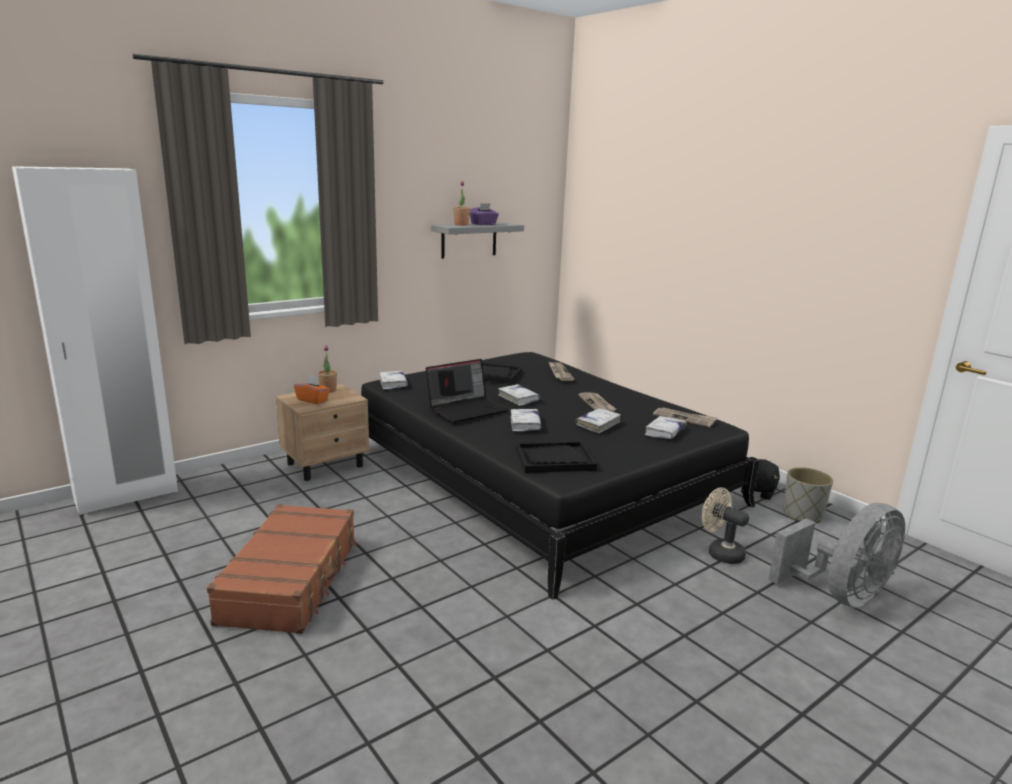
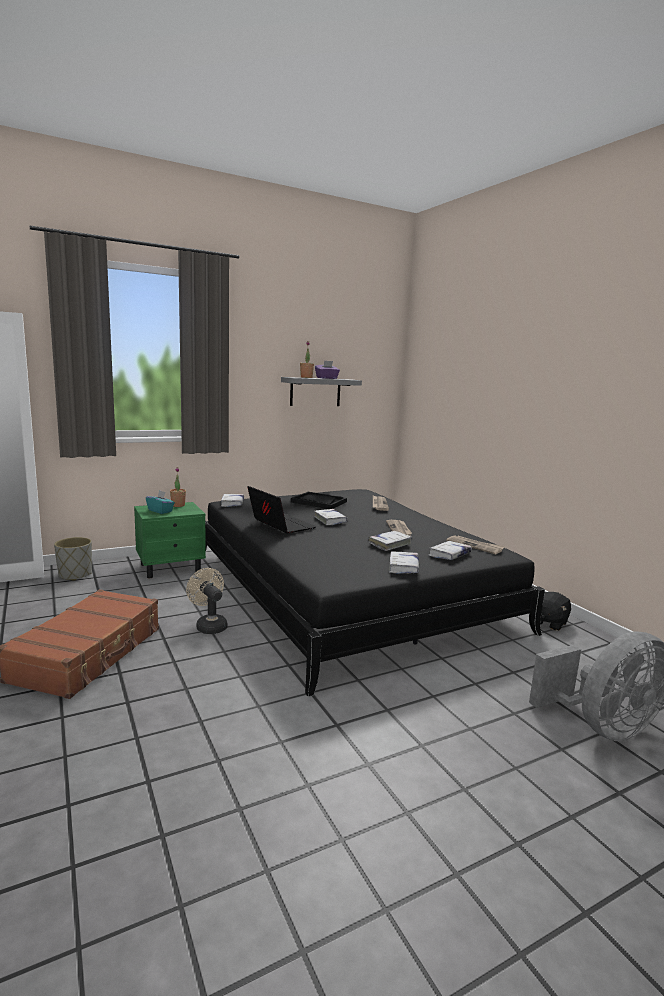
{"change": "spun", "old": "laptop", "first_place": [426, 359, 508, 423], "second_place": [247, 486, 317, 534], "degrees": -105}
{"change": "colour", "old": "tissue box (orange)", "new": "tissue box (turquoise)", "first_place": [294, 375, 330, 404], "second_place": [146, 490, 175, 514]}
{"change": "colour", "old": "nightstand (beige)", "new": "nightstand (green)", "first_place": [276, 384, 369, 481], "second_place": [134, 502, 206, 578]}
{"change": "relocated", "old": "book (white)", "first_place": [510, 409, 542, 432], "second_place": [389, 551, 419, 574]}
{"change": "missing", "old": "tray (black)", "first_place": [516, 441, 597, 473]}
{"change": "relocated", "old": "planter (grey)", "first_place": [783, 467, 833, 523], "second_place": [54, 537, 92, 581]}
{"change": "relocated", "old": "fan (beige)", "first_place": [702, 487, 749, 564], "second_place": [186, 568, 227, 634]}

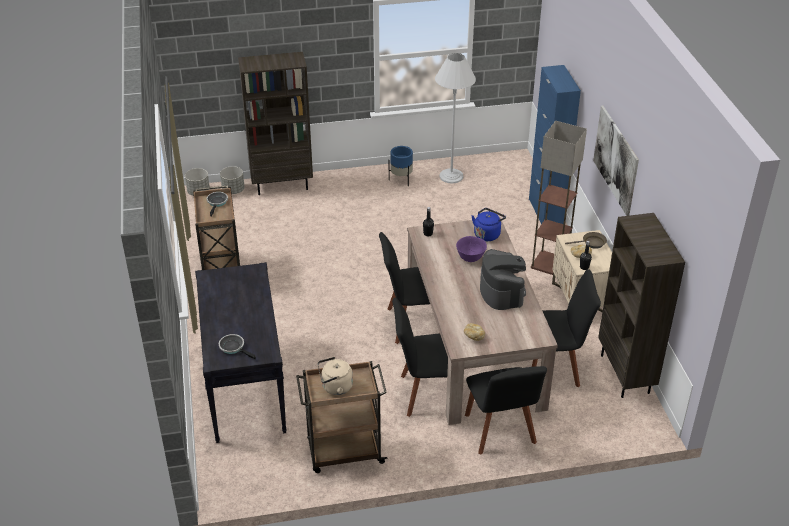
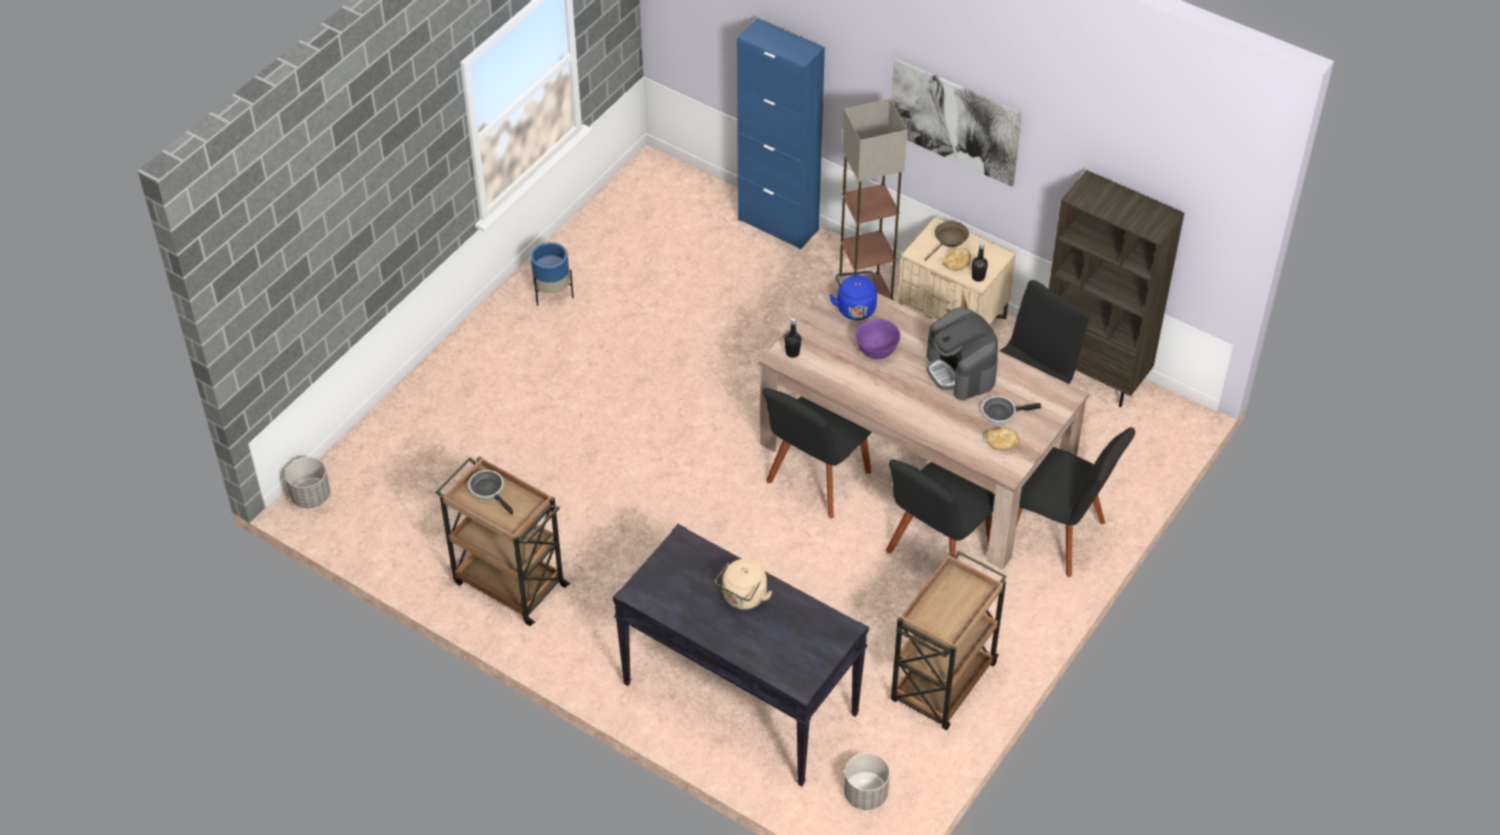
{"change": "missing", "old": "bookcase (brown)", "first_place": [238, 52, 313, 195]}
{"change": "missing", "old": "floor lamp (white)", "first_place": [435, 53, 476, 184]}
{"change": "relocated", "old": "planter (grey)", "first_place": [220, 166, 245, 194], "second_place": [844, 753, 890, 810]}
{"change": "spun", "old": "coffee machine", "first_place": [480, 249, 526, 310], "second_place": [926, 307, 998, 400], "degrees": -150}
{"change": "relocated", "old": "frying pan", "first_place": [219, 334, 256, 360], "second_place": [981, 396, 1041, 424]}
{"change": "relocated", "old": "kettle (beige)", "first_place": [317, 357, 353, 395], "second_place": [715, 559, 772, 609]}

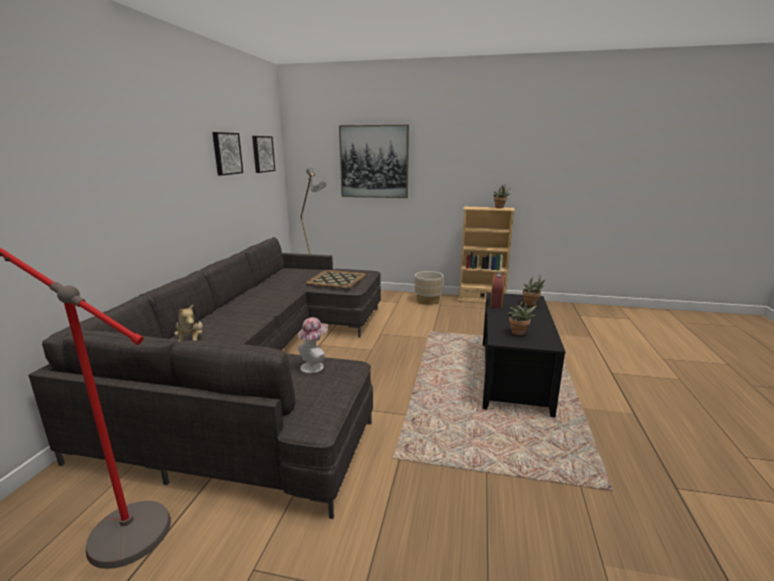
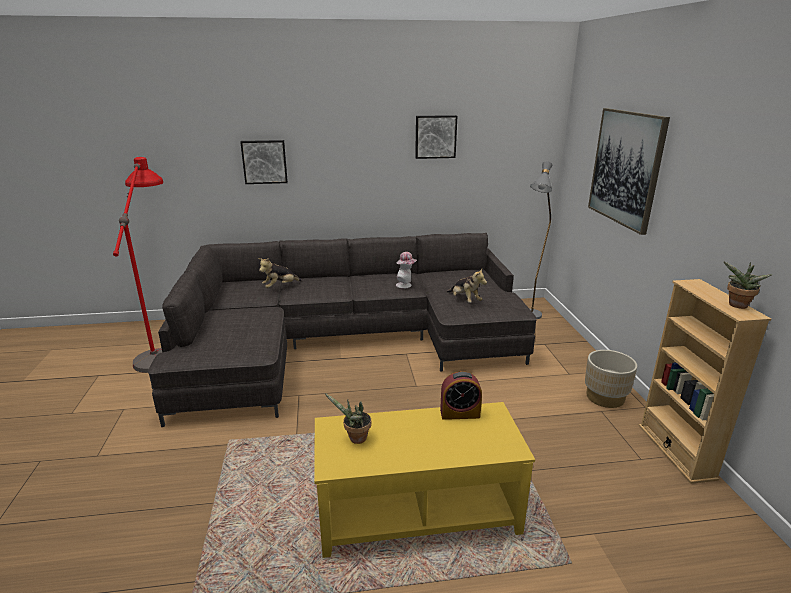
{"change": "relocated", "old": "picture", "first_place": [252, 136, 275, 173], "second_place": [240, 140, 288, 184]}
{"change": "exchanged", "old": "tray", "new": "plush toy", "first_place": [305, 270, 366, 289], "second_place": [447, 269, 487, 303]}
{"change": "missing", "old": "potted plant", "first_place": [523, 275, 545, 306]}
{"change": "colour", "old": "coffee table (black)", "new": "coffee table (yellow)", "first_place": [482, 292, 565, 417], "second_place": [314, 402, 535, 558]}
{"change": "relocated", "old": "hat", "first_place": [298, 317, 328, 374], "second_place": [396, 252, 417, 289]}

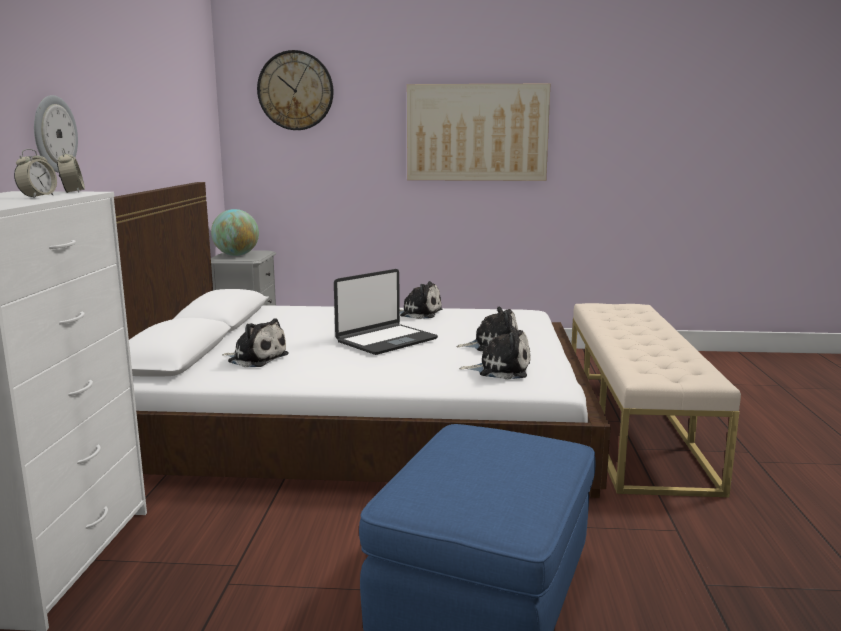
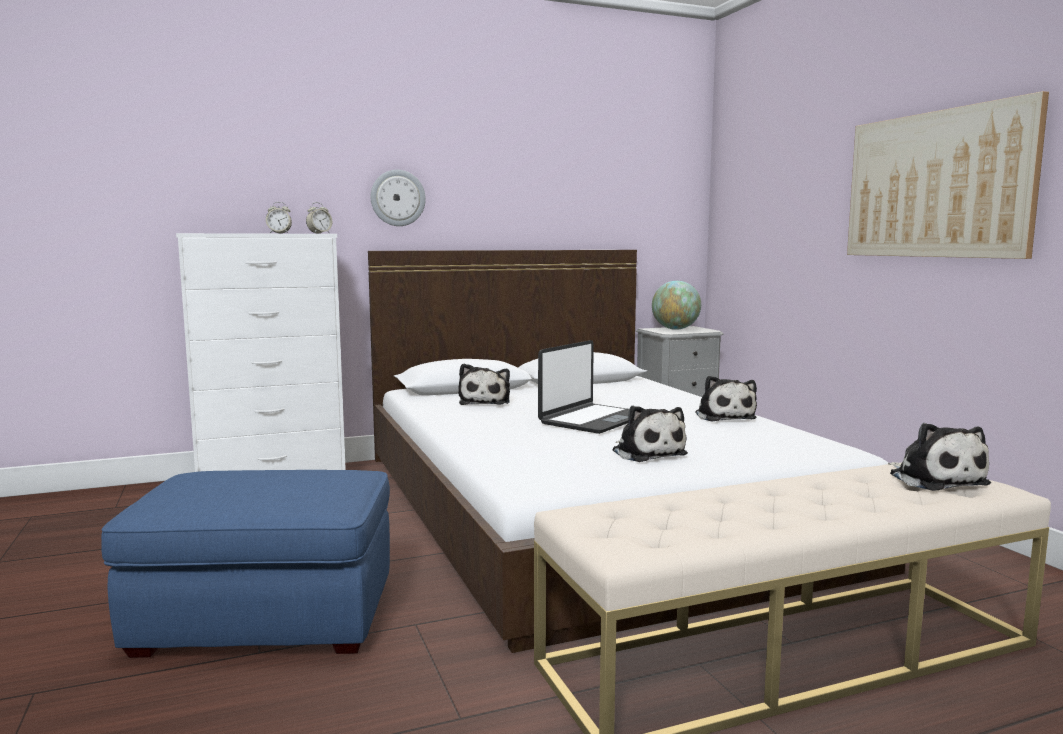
{"change": "missing", "old": "wall clock", "first_place": [257, 50, 334, 130]}
{"change": "spun", "old": "laptop", "first_place": [334, 269, 438, 355], "second_place": [538, 340, 629, 434], "degrees": -75}
{"change": "relocated", "old": "plush toy", "first_place": [459, 326, 531, 380], "second_place": [888, 423, 991, 491]}

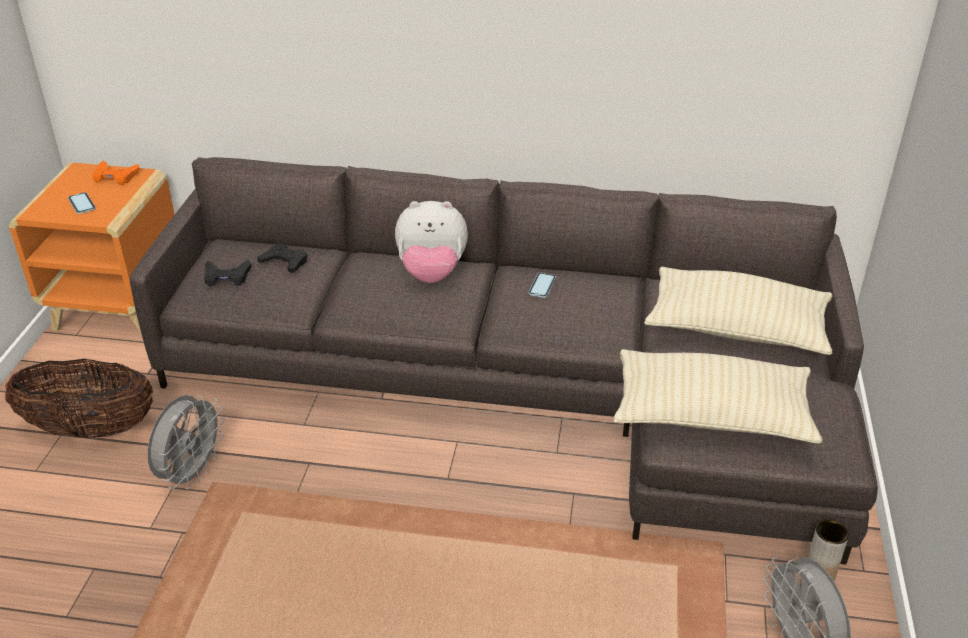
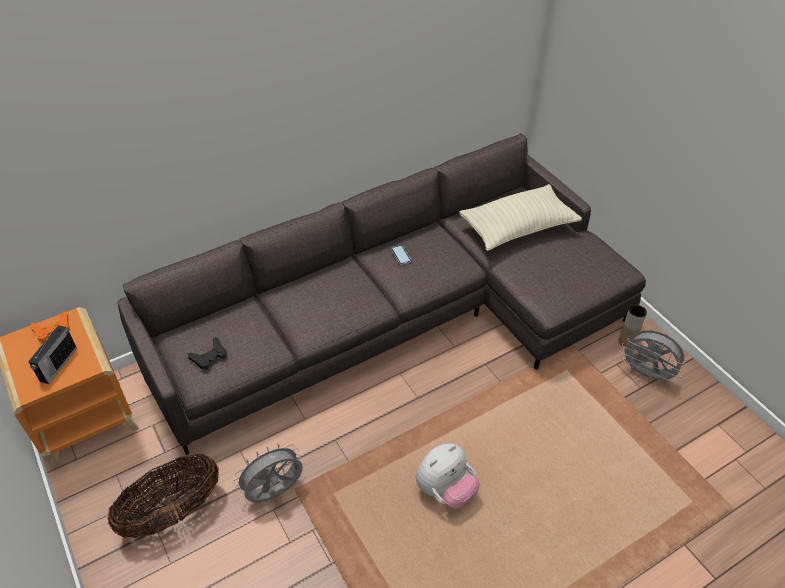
{"change": "exchanged", "old": "phone", "new": "radio", "first_place": [68, 192, 96, 214], "second_place": [28, 325, 77, 384]}
{"change": "relocated", "old": "plush toy", "first_place": [395, 201, 468, 283], "second_place": [416, 443, 480, 509]}
{"change": "missing", "old": "game controller (black)", "first_place": [257, 244, 307, 273]}
{"change": "missing", "old": "pillow (beige)", "first_place": [613, 349, 823, 444]}
{"change": "spun", "old": "fan (grey)", "first_place": [147, 395, 225, 489], "second_place": [233, 443, 303, 502], "degrees": -105}

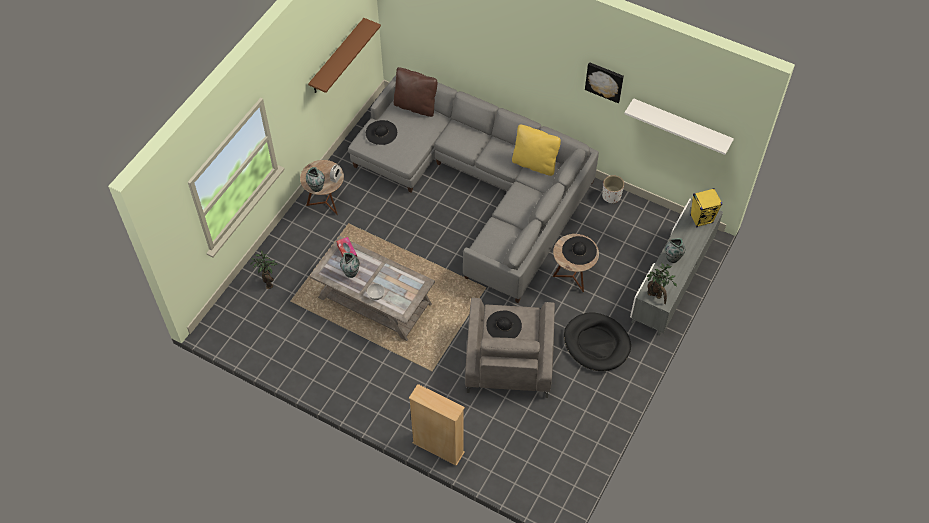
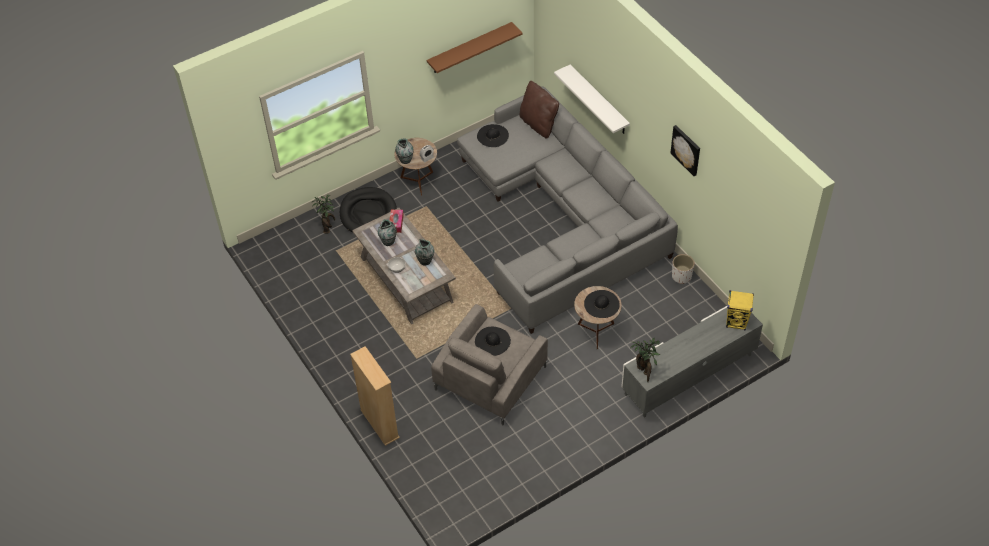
{"change": "relocated", "old": "shelf (white)", "first_place": [624, 98, 734, 155], "second_place": [554, 64, 630, 134]}
{"change": "missing", "old": "pillow (yellow)", "first_place": [512, 124, 561, 176]}
{"change": "relocated", "old": "vase", "first_place": [665, 238, 685, 263], "second_place": [415, 239, 434, 265]}
{"change": "relocated", "old": "dog bed (black)", "first_place": [564, 313, 631, 371], "second_place": [340, 187, 397, 233]}

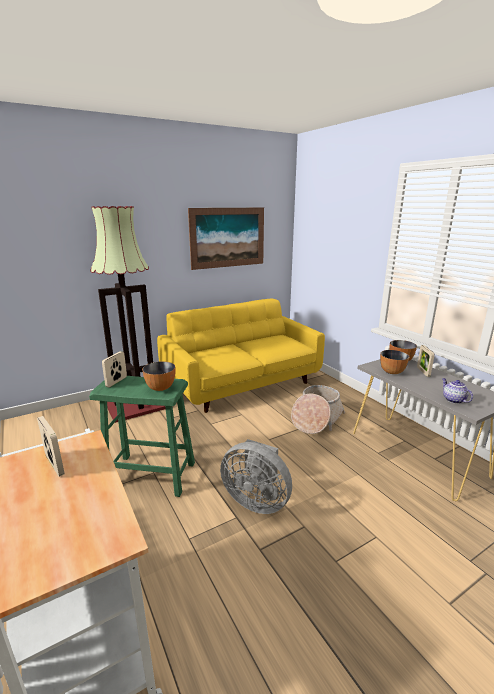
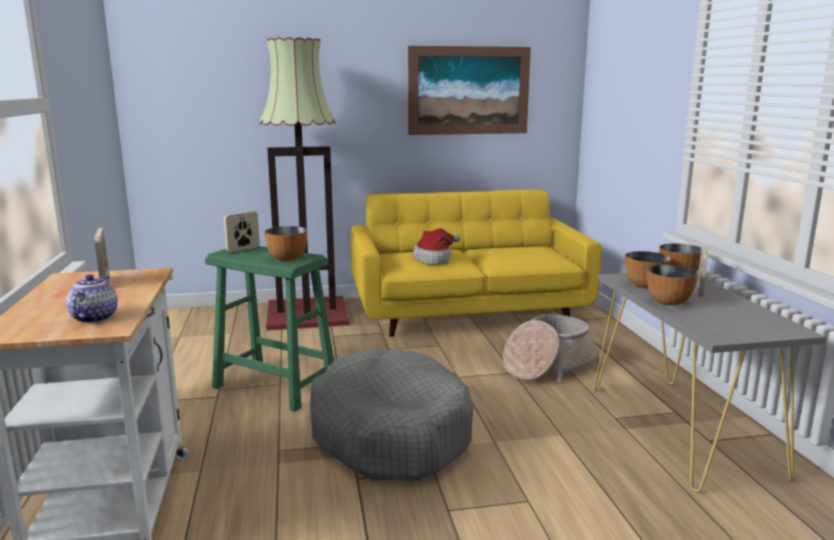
{"change": "relocated", "old": "teapot", "first_place": [442, 378, 473, 404], "second_place": [66, 275, 118, 323]}
{"change": "exchanged", "old": "fan (grey)", "new": "dog bed (grey)", "first_place": [220, 439, 292, 514], "second_place": [310, 348, 473, 481]}
{"change": "appeared", "new": "hat", "second_place": [413, 228, 460, 265]}
{"change": "appeared", "new": "bowl", "second_place": [647, 265, 698, 306]}

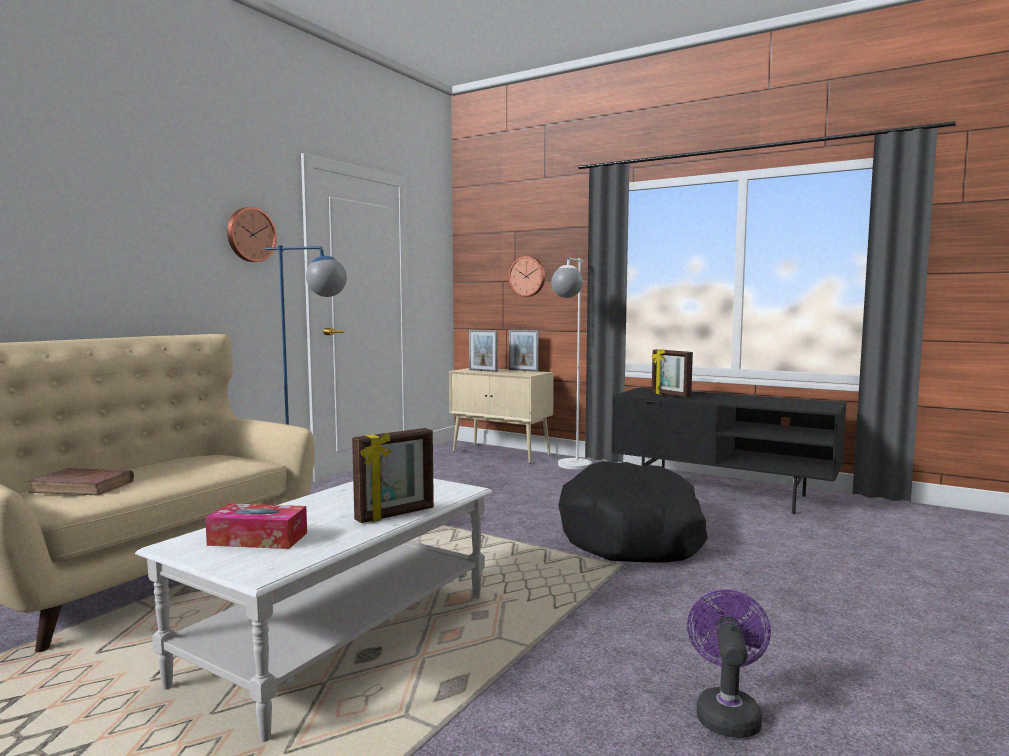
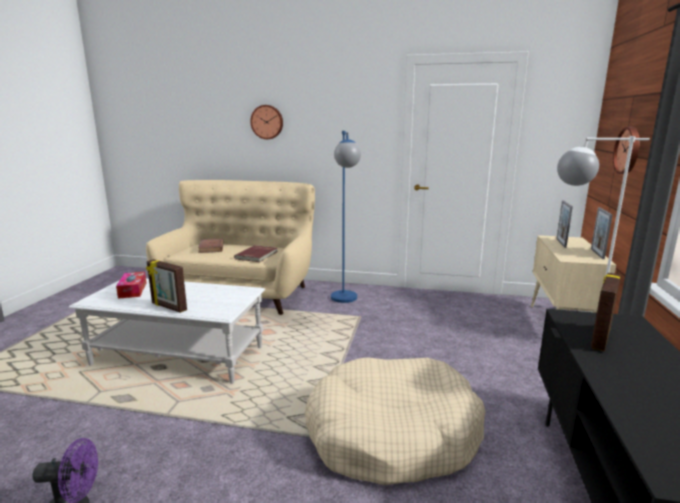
{"change": "relocated", "old": "wall clock", "first_place": [227, 207, 277, 262], "second_place": [250, 105, 283, 139]}
{"change": "colour", "old": "dog bed (black)", "new": "dog bed (beige)", "first_place": [558, 461, 708, 563], "second_place": [304, 358, 485, 485]}
{"change": "appeared", "new": "book (red)", "second_place": [234, 245, 277, 262]}

